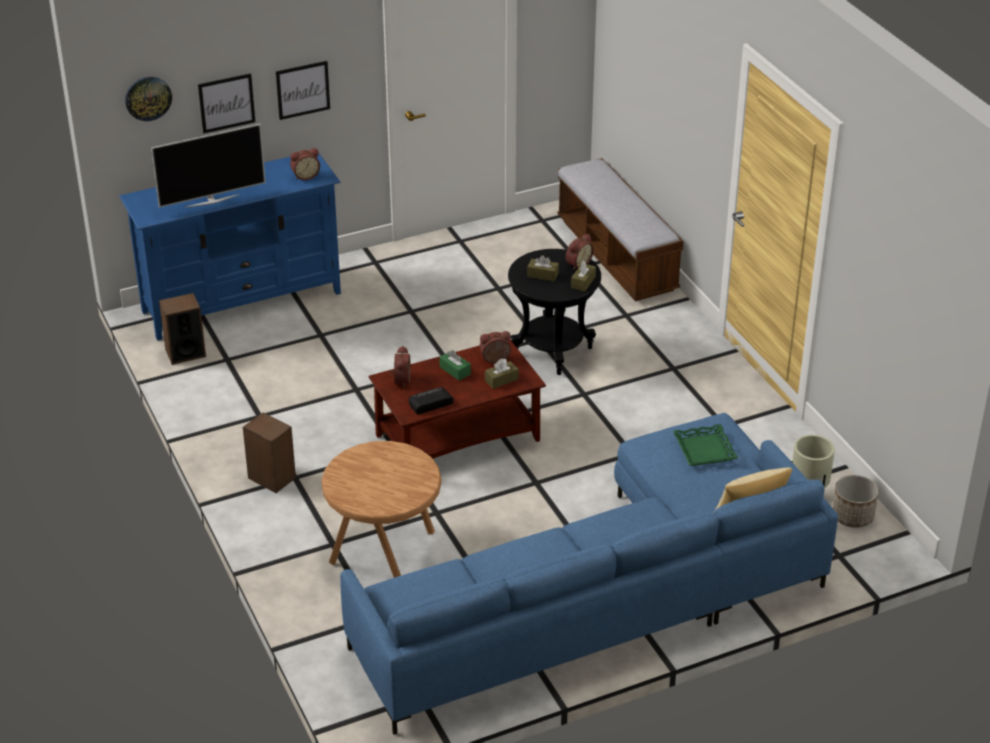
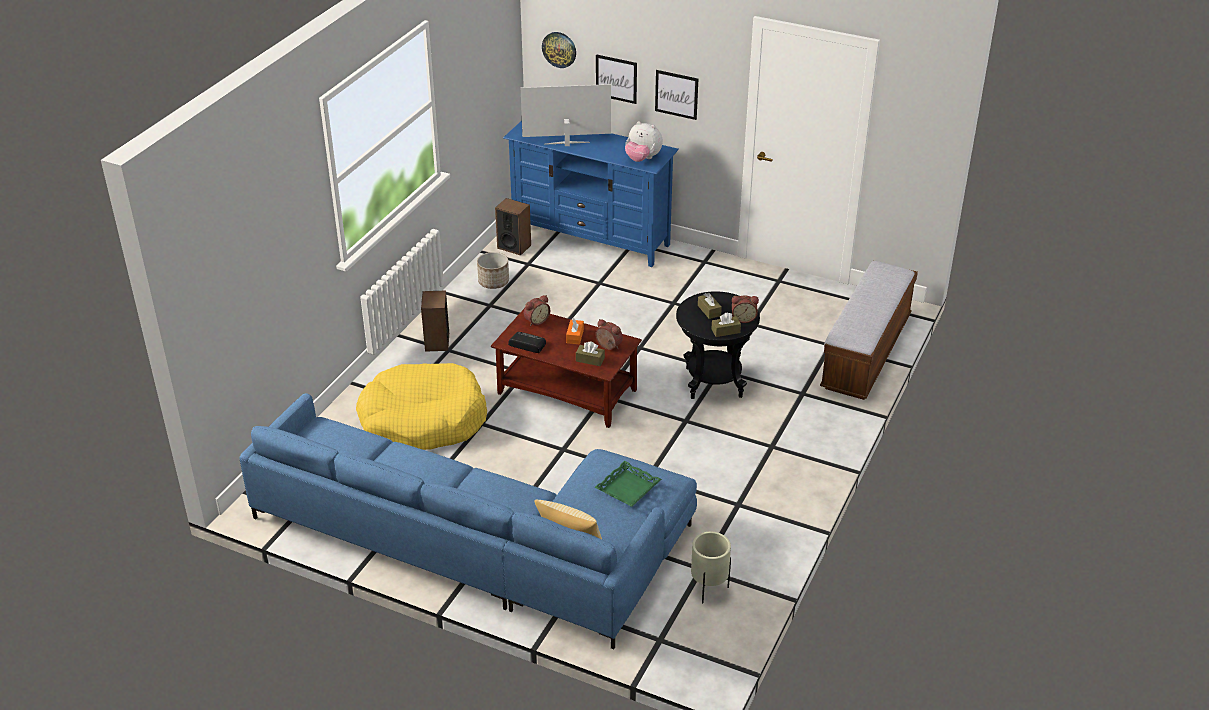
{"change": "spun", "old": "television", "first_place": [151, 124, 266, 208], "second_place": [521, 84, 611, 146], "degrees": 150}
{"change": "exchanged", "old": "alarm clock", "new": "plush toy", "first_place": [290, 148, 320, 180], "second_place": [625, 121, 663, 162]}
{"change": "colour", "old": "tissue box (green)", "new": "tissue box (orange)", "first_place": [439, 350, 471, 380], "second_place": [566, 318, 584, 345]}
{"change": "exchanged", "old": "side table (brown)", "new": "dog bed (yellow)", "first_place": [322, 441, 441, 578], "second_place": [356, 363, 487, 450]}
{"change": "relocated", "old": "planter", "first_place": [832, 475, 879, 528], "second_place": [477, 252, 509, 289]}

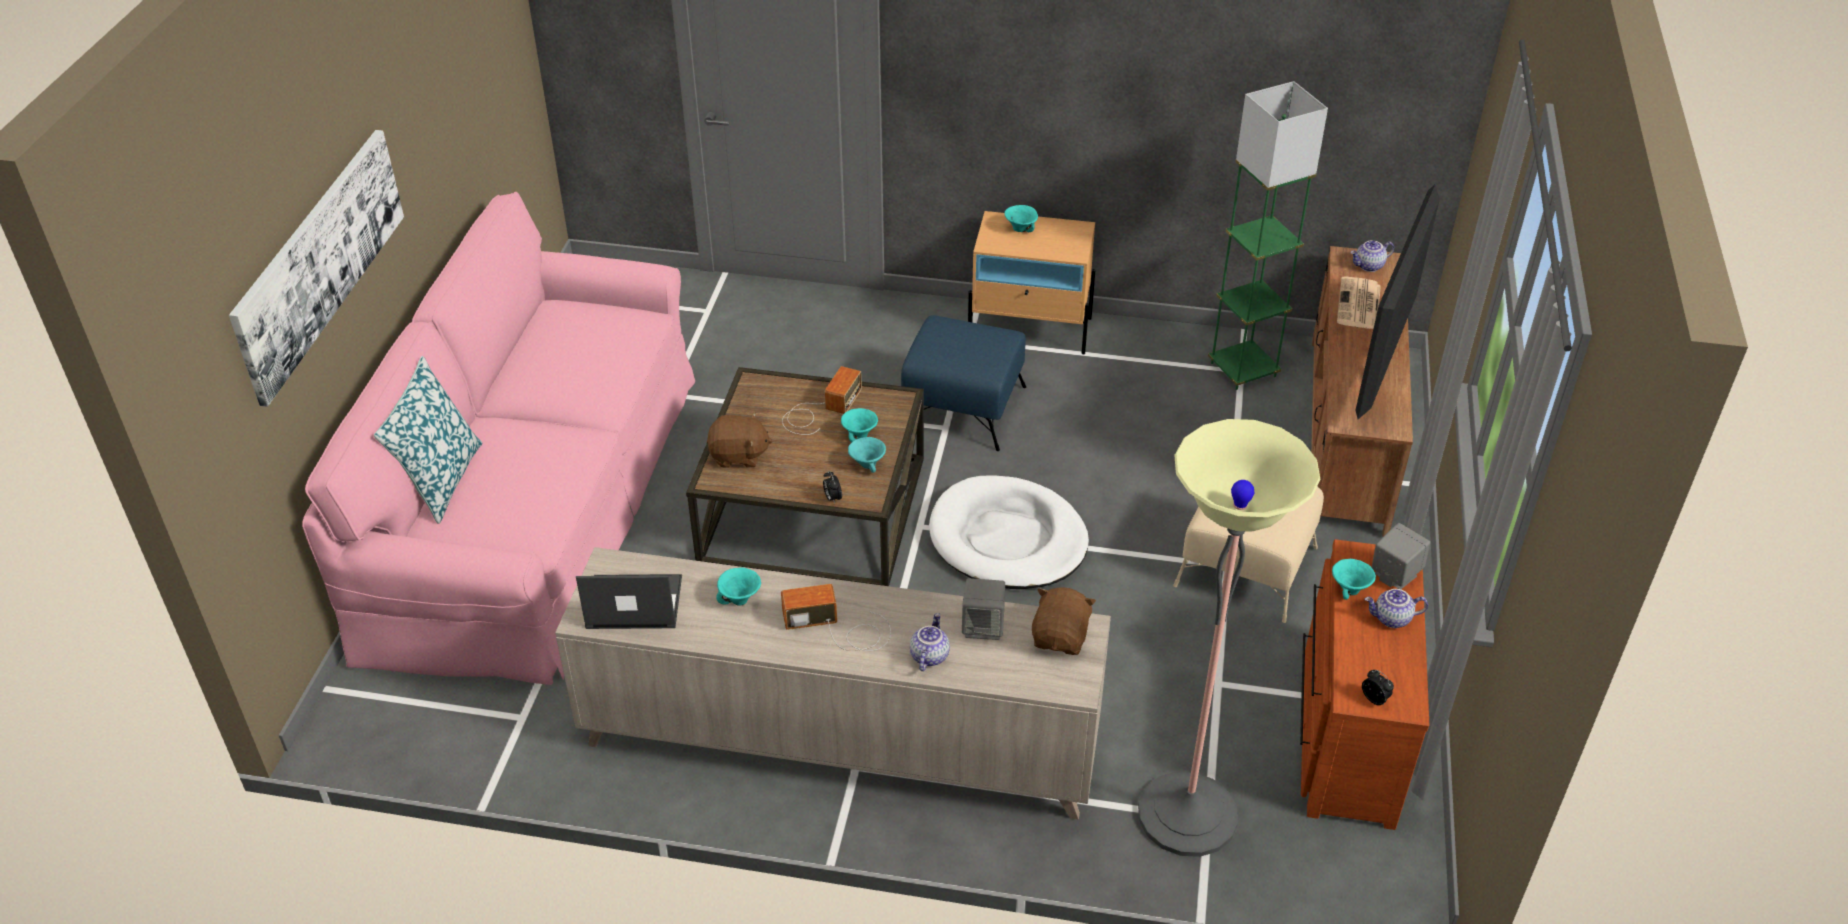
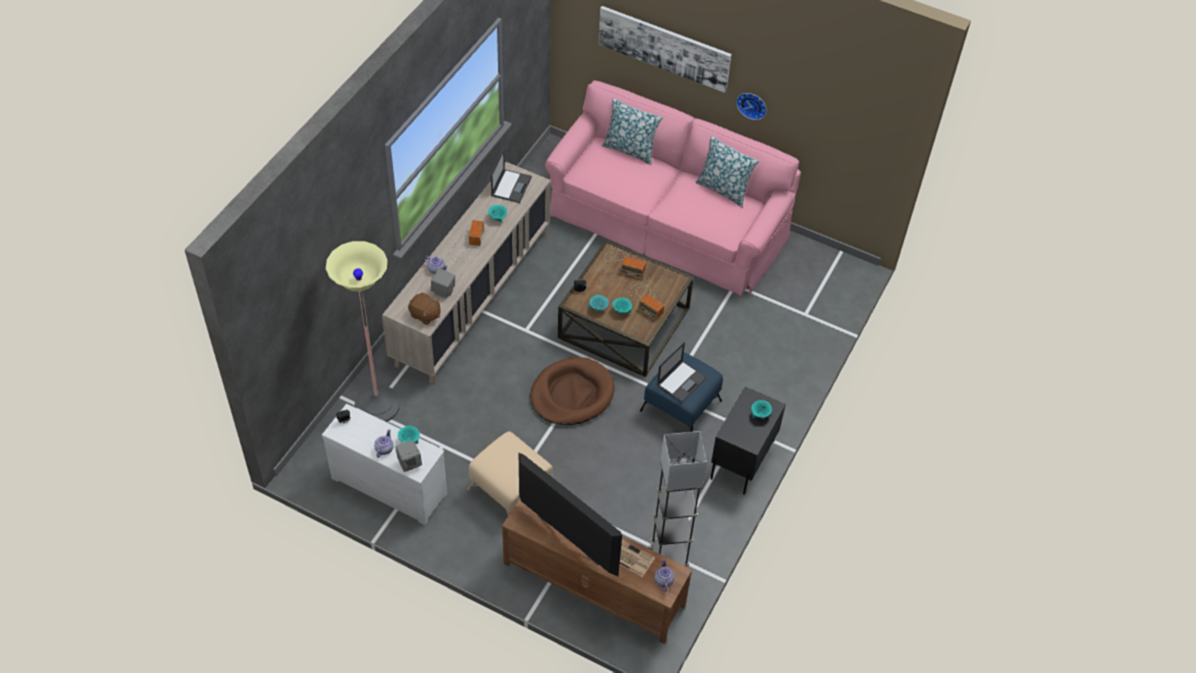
{"change": "colour", "old": "floor lamp (green)", "new": "floor lamp (grey)", "first_place": [1208, 81, 1328, 390], "second_place": [650, 431, 707, 567]}
{"change": "colour", "old": "nightstand (beige)", "new": "nightstand (black)", "first_place": [968, 211, 1095, 354], "second_place": [710, 387, 786, 495]}
{"change": "exchanged", "old": "plush toy (brown)", "new": "radio", "first_place": [707, 412, 772, 468], "second_place": [604, 249, 646, 278]}
{"change": "colour", "old": "dog bed (white)", "new": "dog bed (brown)", "first_place": [929, 475, 1089, 589], "second_place": [530, 357, 615, 425]}
{"change": "colour", "old": "dresser (brown)", "new": "dresser (white)", "first_place": [1300, 539, 1429, 830], "second_place": [322, 404, 447, 525]}
{"change": "appeared", "new": "wall clock", "second_place": [736, 93, 767, 120]}
{"change": "appeared", "new": "pillow", "second_place": [695, 136, 759, 207]}
{"change": "appeared", "new": "laptop", "second_place": [657, 342, 707, 403]}

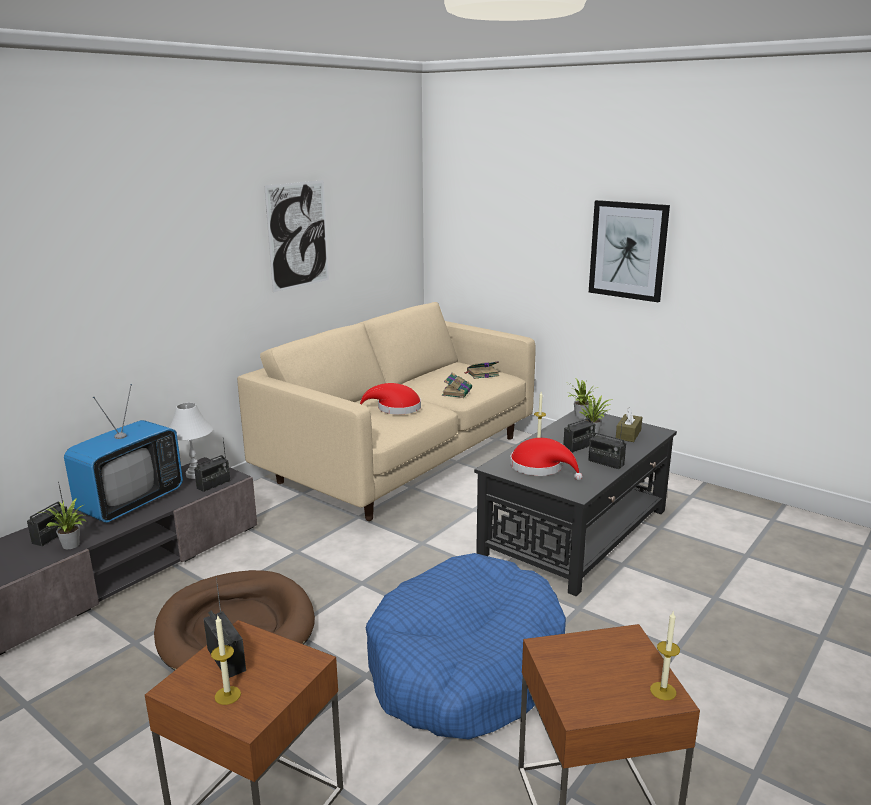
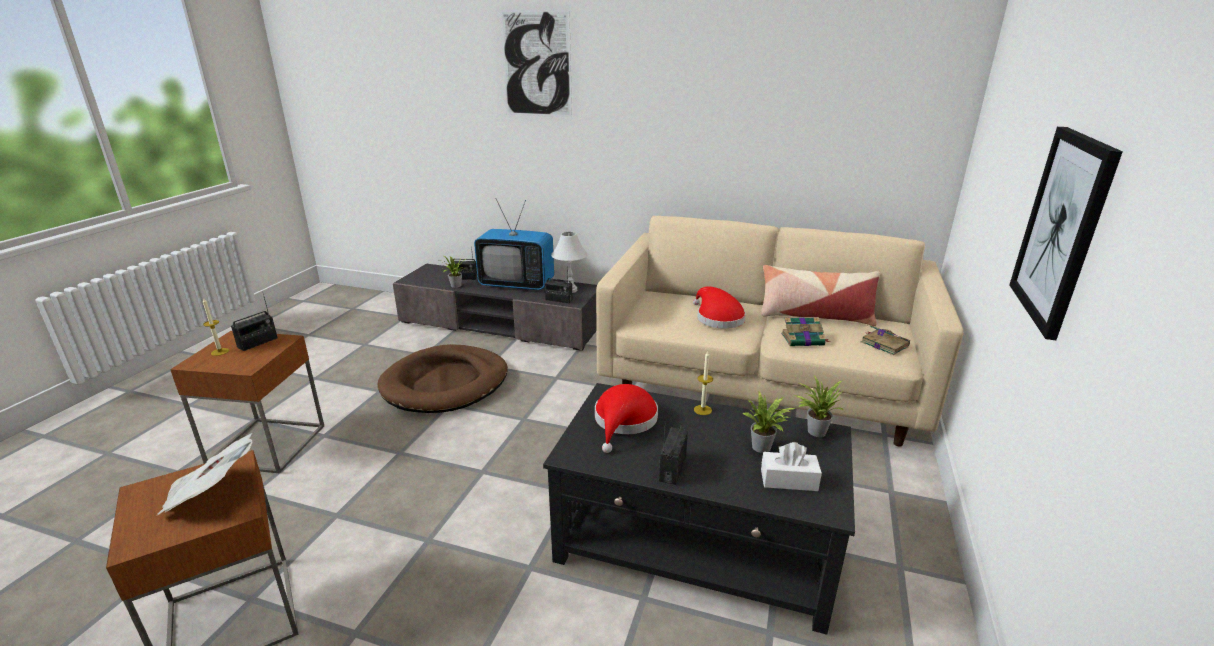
{"change": "relocated", "old": "picture", "first_place": [264, 180, 329, 292], "second_place": [499, 9, 572, 117]}
{"change": "missing", "old": "radio", "first_place": [563, 400, 595, 453]}
{"change": "colour", "old": "tissue box (brown)", "new": "tissue box (white)", "first_place": [616, 407, 642, 442], "second_place": [761, 442, 822, 491]}
{"change": "missing", "old": "dog bed (blue)", "first_place": [366, 553, 566, 739]}
{"change": "missing", "old": "candle", "first_place": [650, 610, 680, 700]}
{"change": "appeared", "new": "pillow", "second_place": [761, 265, 880, 326]}
{"change": "appeared", "new": "newspaper", "second_place": [157, 433, 253, 515]}

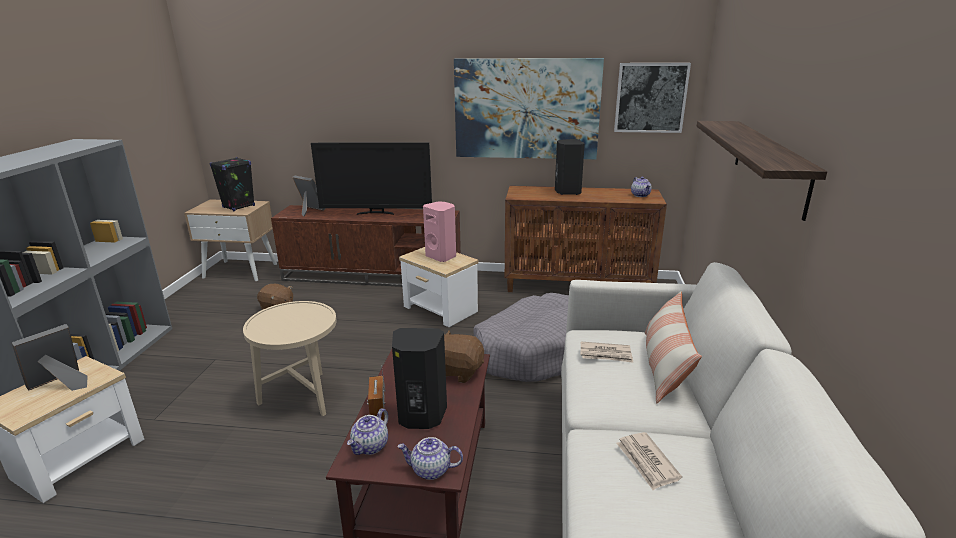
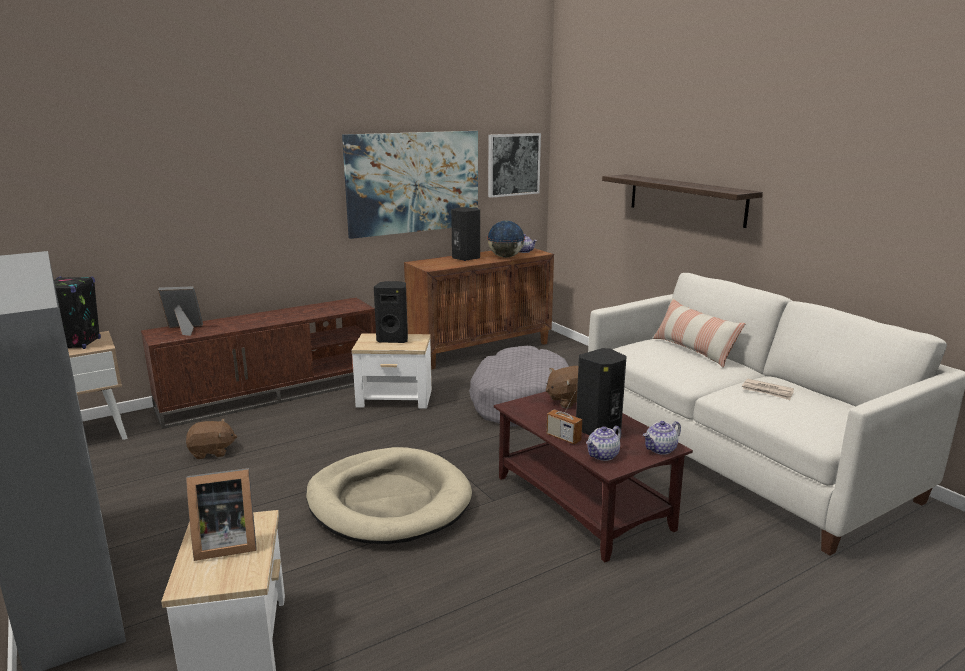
{"change": "missing", "old": "television", "first_place": [311, 142, 432, 215]}
{"change": "colour", "old": "speaker (pink)", "new": "speaker (black)", "first_place": [423, 202, 456, 262], "second_place": [374, 281, 408, 343]}
{"change": "exchanged", "old": "side table (beige)", "new": "dog bed (beige)", "first_place": [243, 301, 337, 416], "second_place": [306, 447, 472, 544]}
{"change": "spun", "old": "picture frame", "first_place": [12, 324, 88, 391], "second_place": [186, 468, 257, 561], "degrees": -105}
{"change": "missing", "old": "newspaper", "first_place": [581, 342, 633, 363]}
{"change": "spun", "old": "teapot", "first_place": [347, 409, 388, 455], "second_place": [586, 426, 621, 461], "degrees": 60}
{"change": "appeared", "new": "globe", "second_place": [487, 221, 525, 258]}

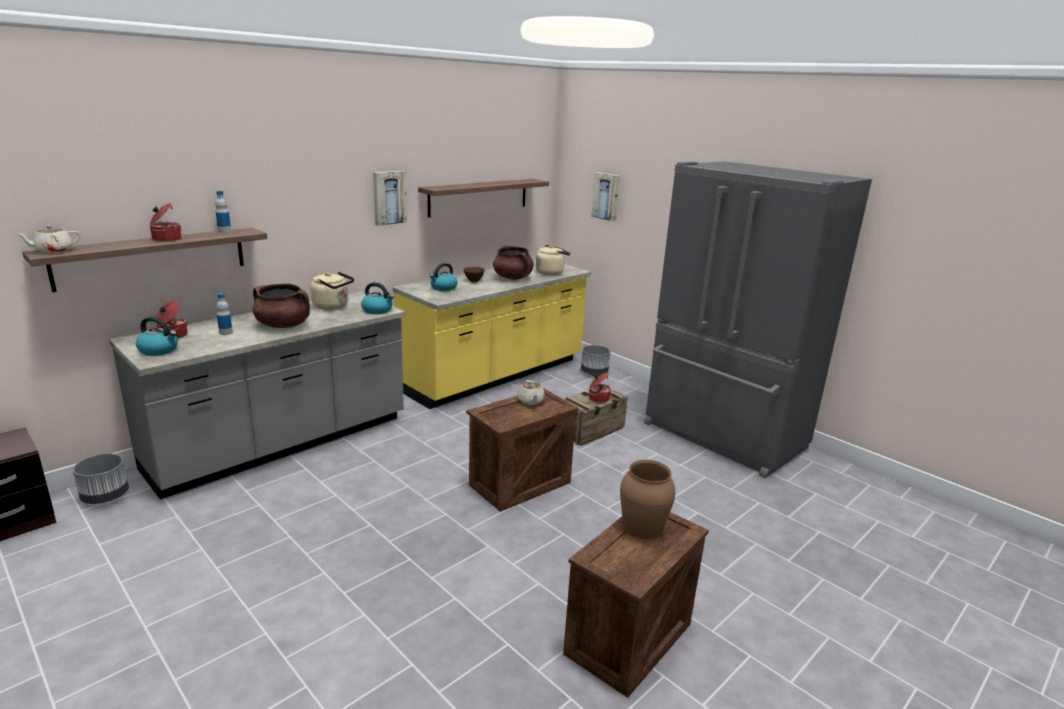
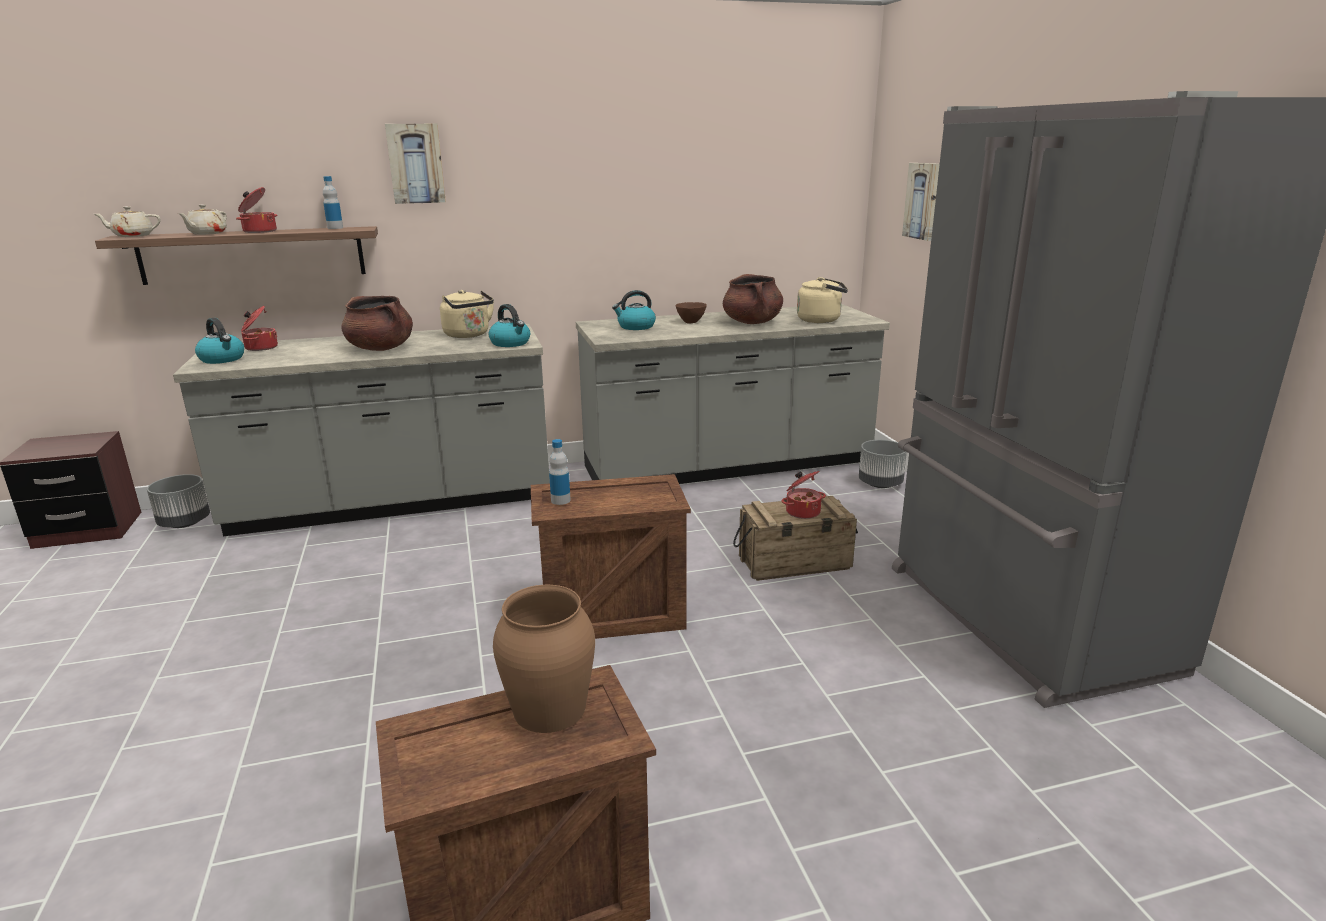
{"change": "relocated", "old": "picture", "first_place": [373, 171, 407, 226], "second_place": [385, 124, 446, 204]}
{"change": "missing", "old": "shelf", "first_place": [418, 179, 549, 218]}
{"change": "colour", "old": "counter (yellow)", "new": "counter (grey)", "first_place": [393, 260, 591, 409], "second_place": [576, 304, 890, 484]}
{"change": "relocated", "old": "bottle", "first_place": [216, 293, 233, 335], "second_place": [549, 439, 571, 505]}
{"change": "relocated", "old": "teapot (beige)", "first_place": [518, 380, 545, 405], "second_place": [178, 204, 227, 235]}

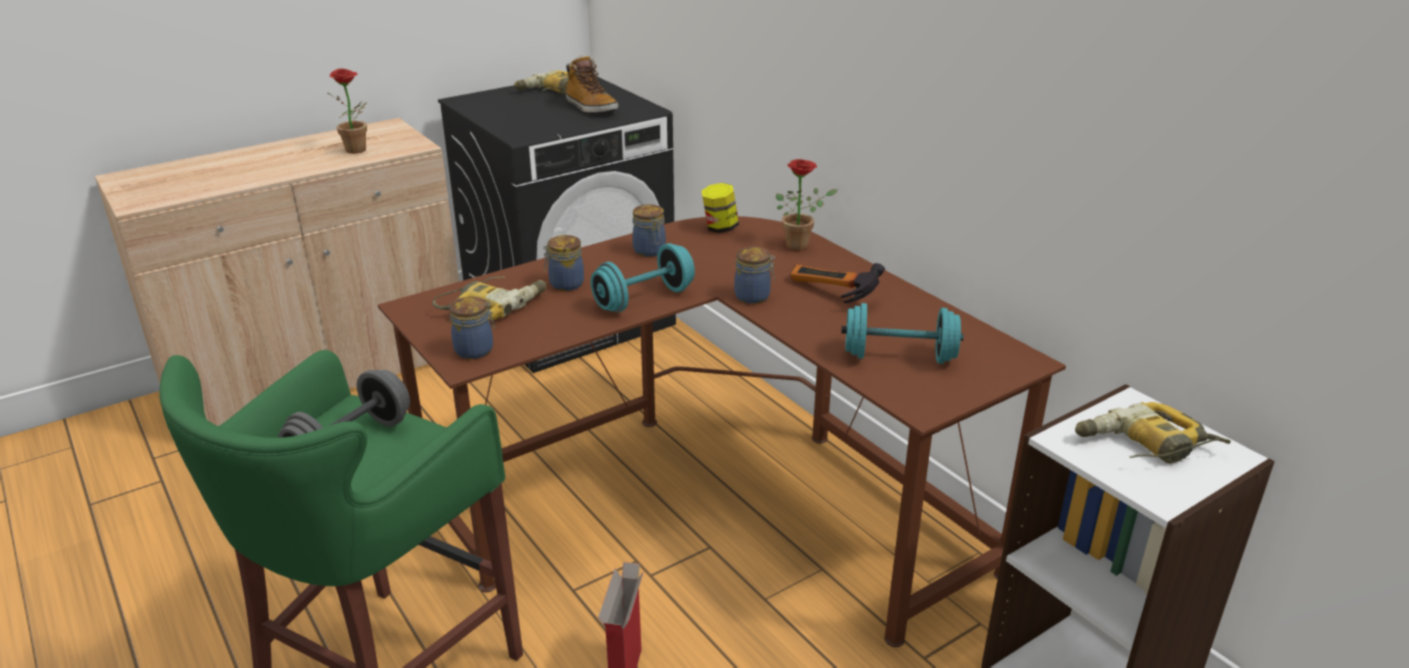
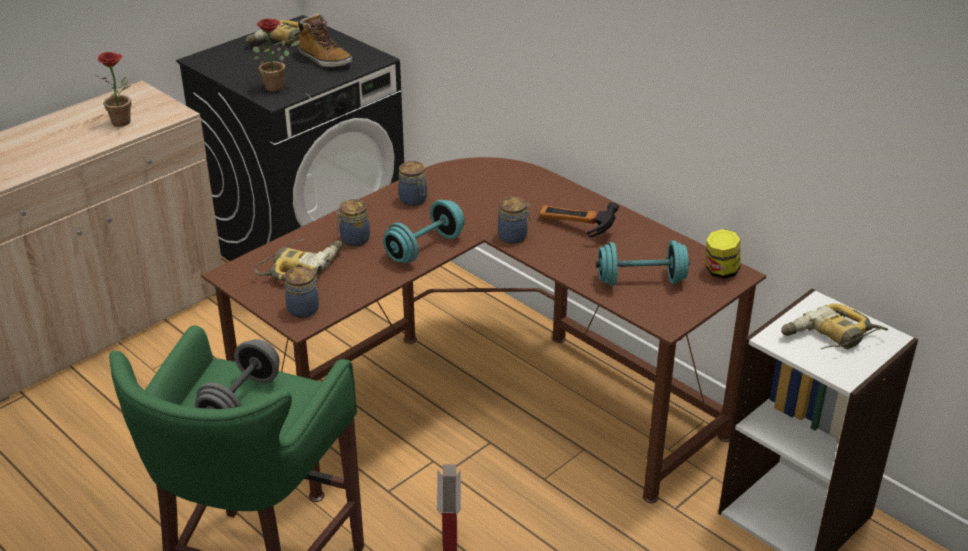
{"change": "relocated", "old": "potted plant", "first_place": [776, 159, 838, 251], "second_place": [253, 19, 300, 92]}
{"change": "relocated", "old": "jar", "first_place": [702, 183, 739, 233], "second_place": [706, 229, 740, 279]}

